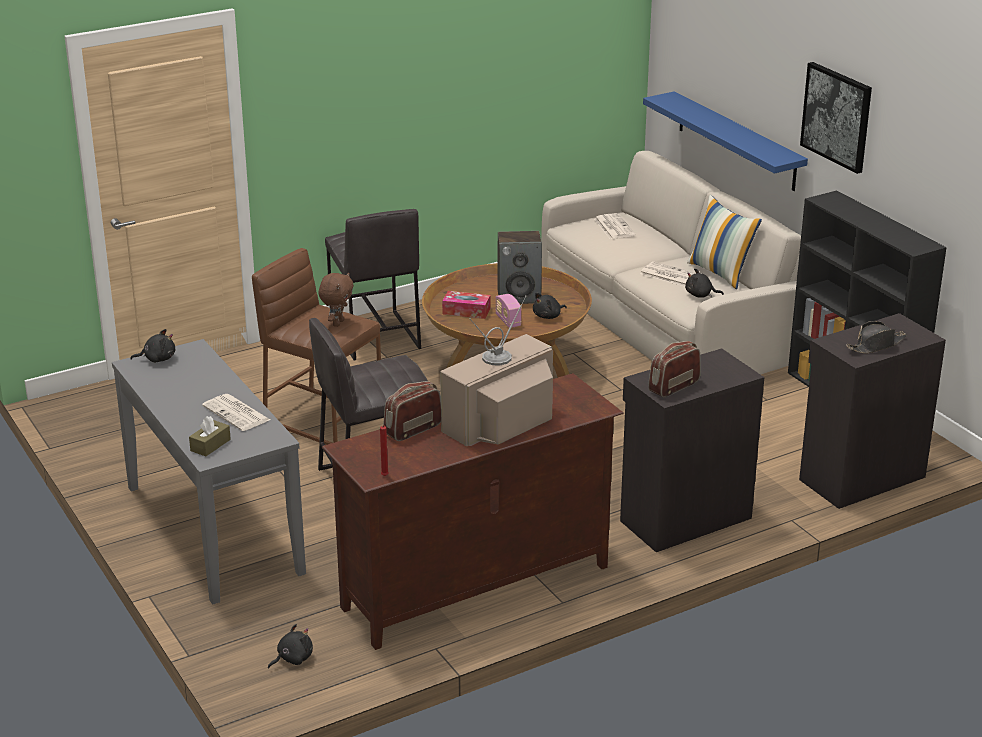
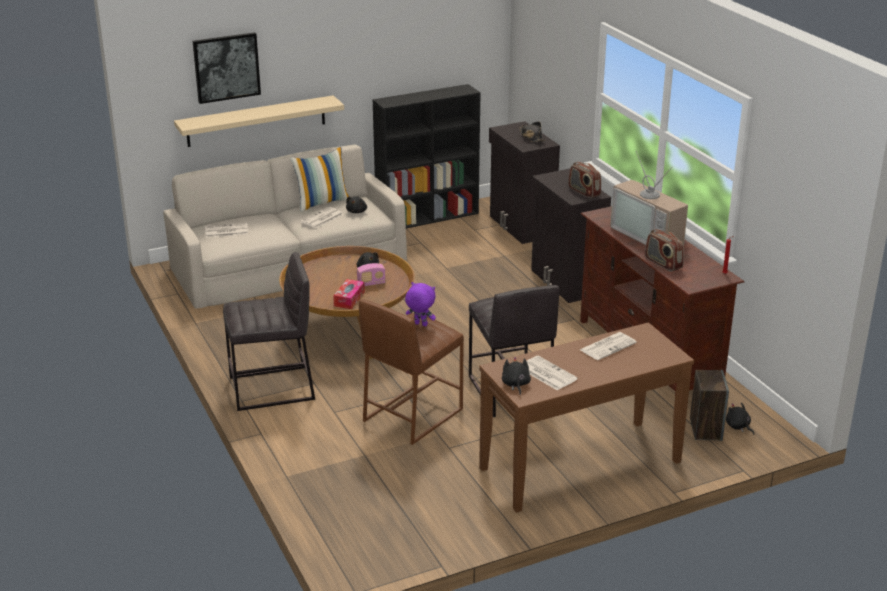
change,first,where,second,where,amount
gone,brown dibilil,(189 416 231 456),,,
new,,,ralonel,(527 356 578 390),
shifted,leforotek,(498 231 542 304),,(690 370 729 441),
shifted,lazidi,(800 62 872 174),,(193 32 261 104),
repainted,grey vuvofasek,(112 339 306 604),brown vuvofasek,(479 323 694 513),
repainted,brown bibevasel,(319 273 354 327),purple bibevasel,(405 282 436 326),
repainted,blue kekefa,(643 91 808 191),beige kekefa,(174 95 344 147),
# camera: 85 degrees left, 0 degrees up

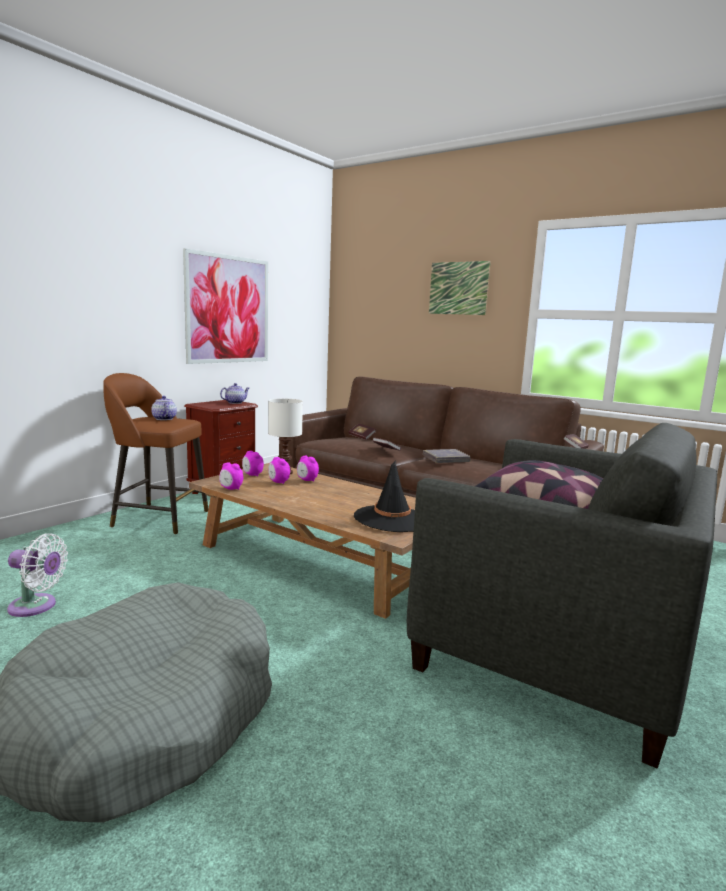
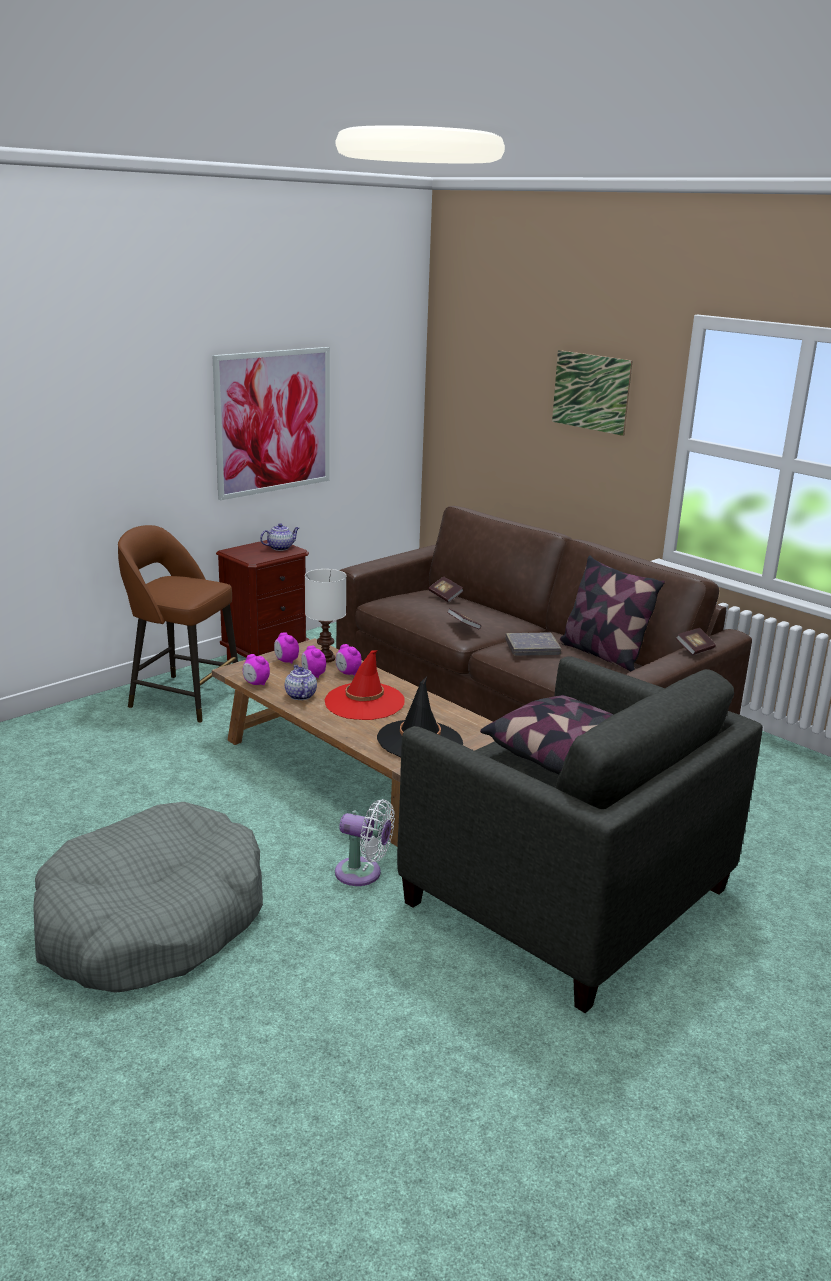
change,first,where,second,where,amount
new,,,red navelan,(325 650 405 720),
new,,,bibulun,(558 555 665 672),
shifted,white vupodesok,(7 533 68 617),,(335 799 395 886),
shifted,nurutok,(151 396 177 420),,(285 665 317 700),
# camera: 10 degrees right, 10 degrees up

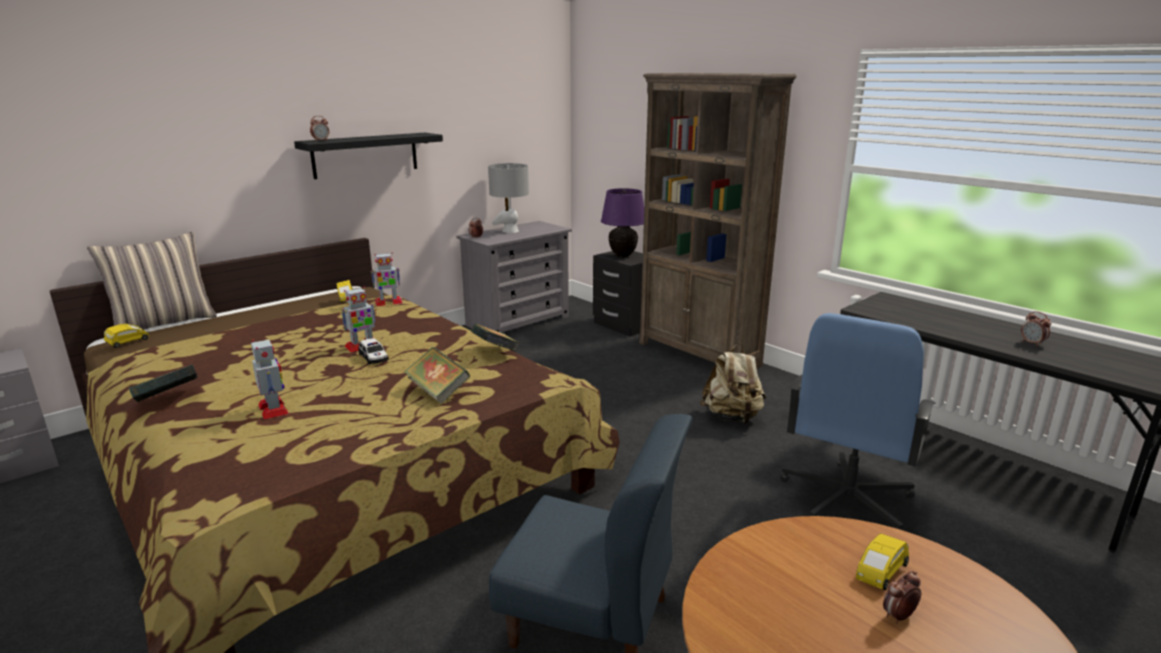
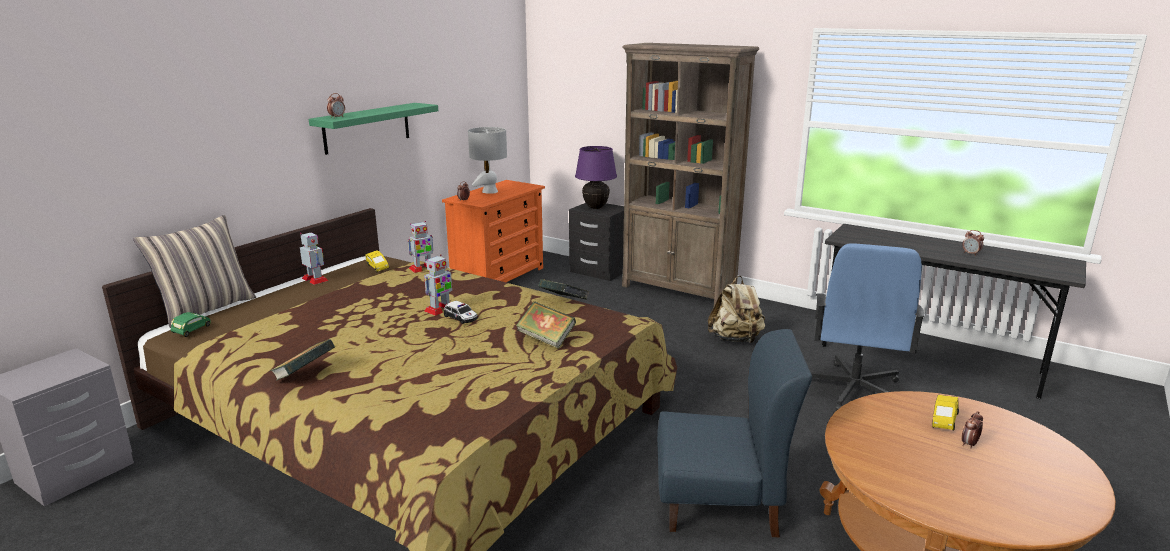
change,first,where,second,where,amount
shifted,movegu,(251 339 289 420),,(300 233 328 285),
repainted,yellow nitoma,(104 324 149 348),green nitoma,(171 312 211 337),
repainted,black kekefa,(294 133 443 179),green kekefa,(309 103 438 155),
repainted,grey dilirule,(456 221 572 333),orange dilirule,(442 180 545 282),
# camera: 15 degrees left, 0 degrees up

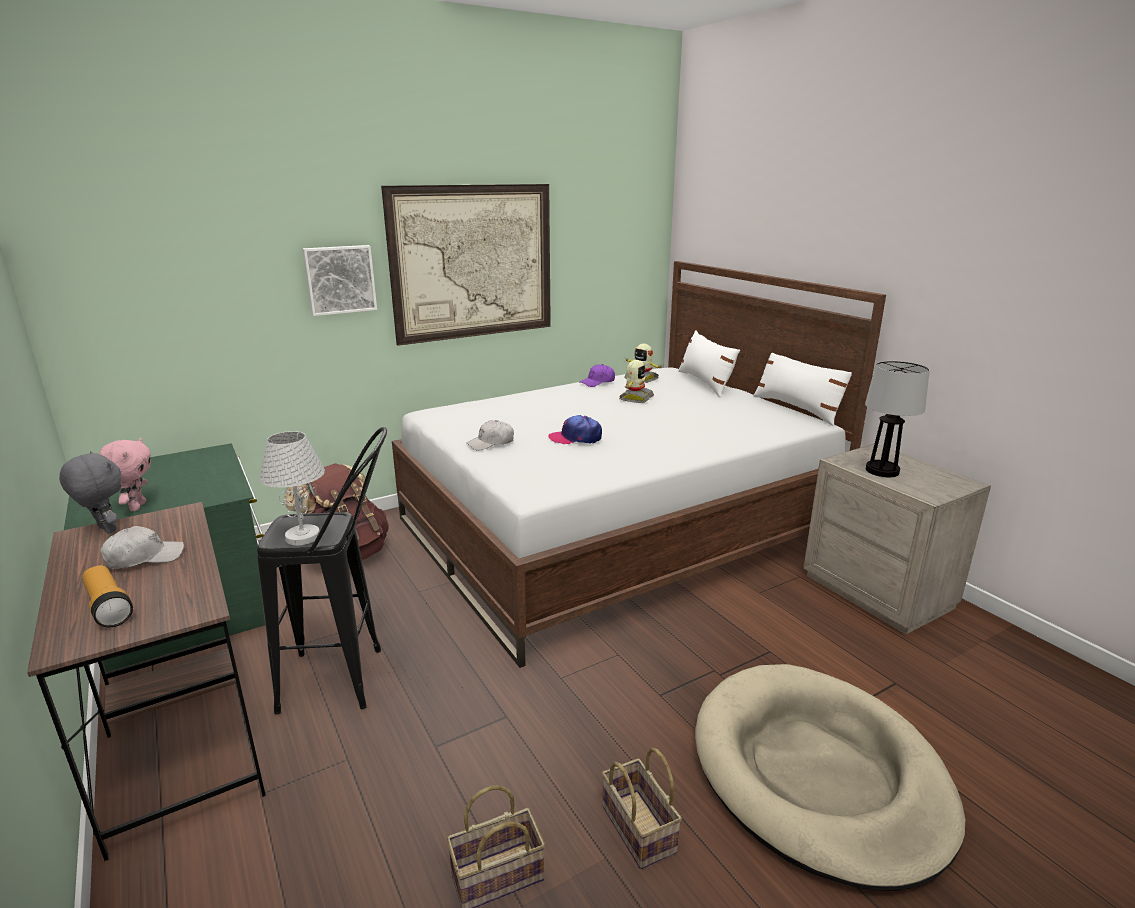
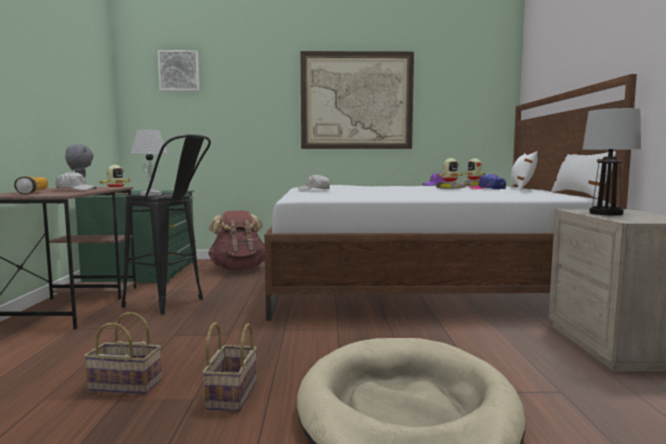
change,first,where,second,where,amount
shifted,lazidi,(302 245 377 316),,(158 50 199 91),
shifted,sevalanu,(548 415 602 444),,(470 174 506 190),
swapped,pink bibevasel,(99 438 151 511),movegu,(98 165 133 196),
# camera: 30 degrees right, 15 degrees down

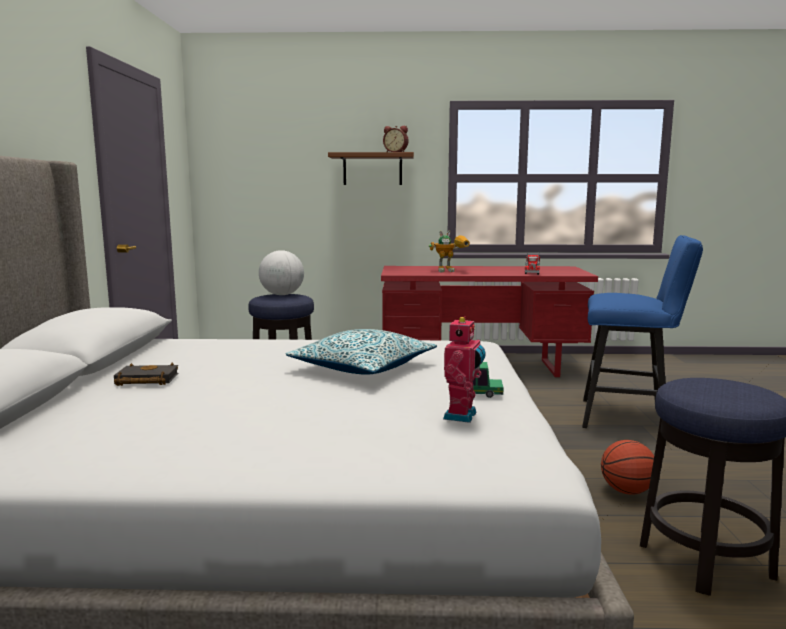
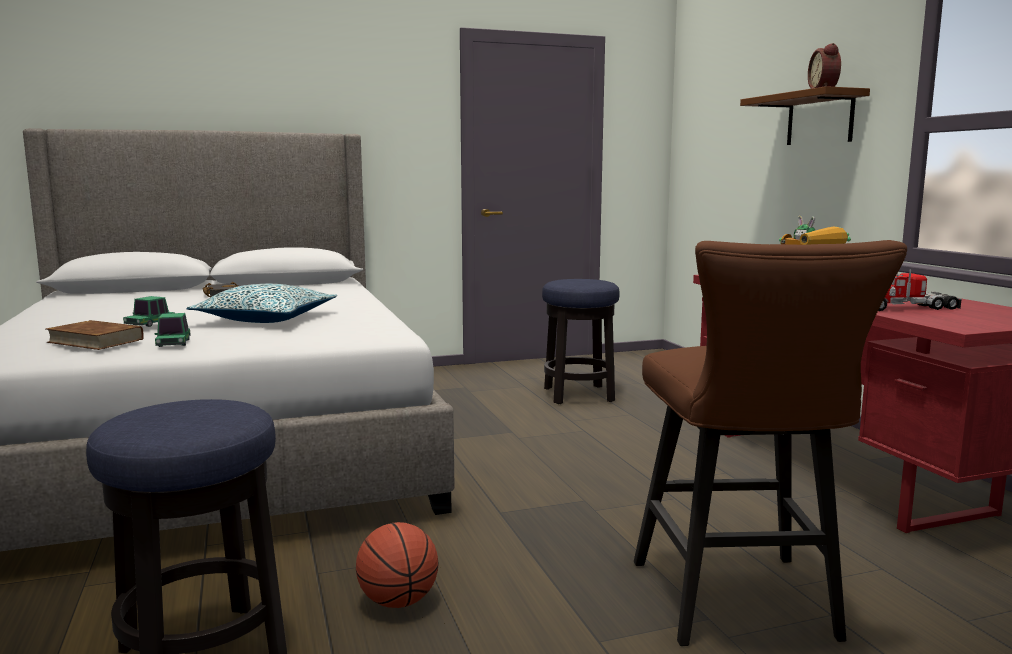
change,first,where,second,where,amount
gone,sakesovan,(259 250 304 295),,,
new,,,nitoma,(123 296 175 327),
swapped,movegu,(443 316 485 423),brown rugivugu,(46 320 144 350),
repainted,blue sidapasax,(582 235 703 428),brown sidapasax,(634 240 907 646),
# camera: 70 degrees right, 0 degrees up

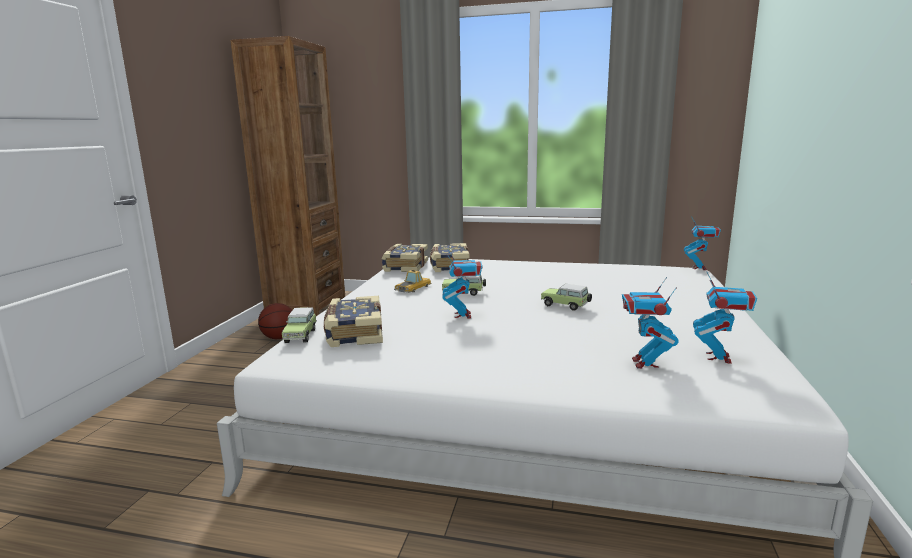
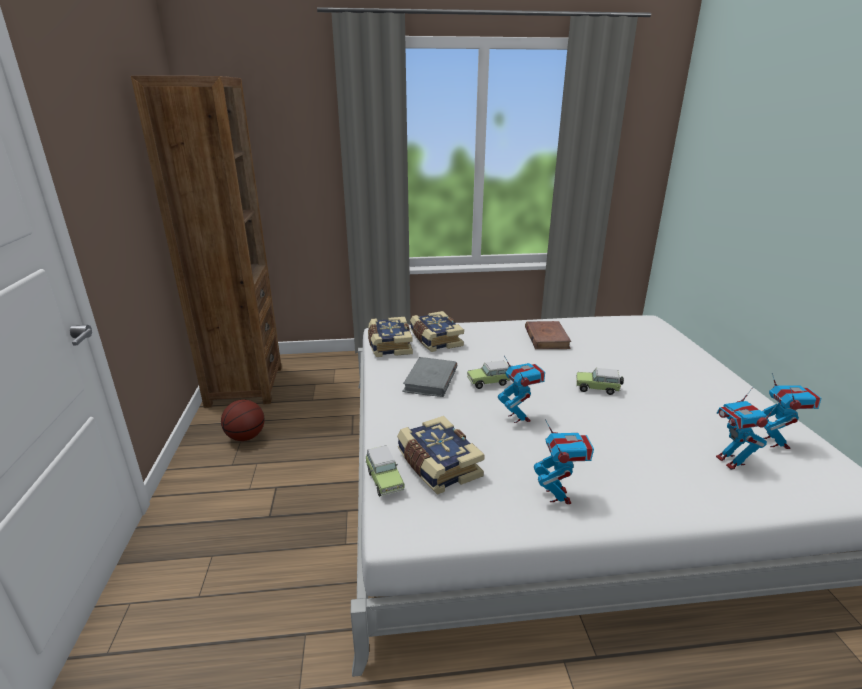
change,first,where,second,where,amount
new,,,brown rugivugu,(525 321 572 349),
shifted,movegu,(684 218 721 270),,(534 419 594 504),
swapped,nitoma,(394 270 431 293),grey rugivugu,(402 357 457 397),
# camera: 20 degrees left, 10 degrees up

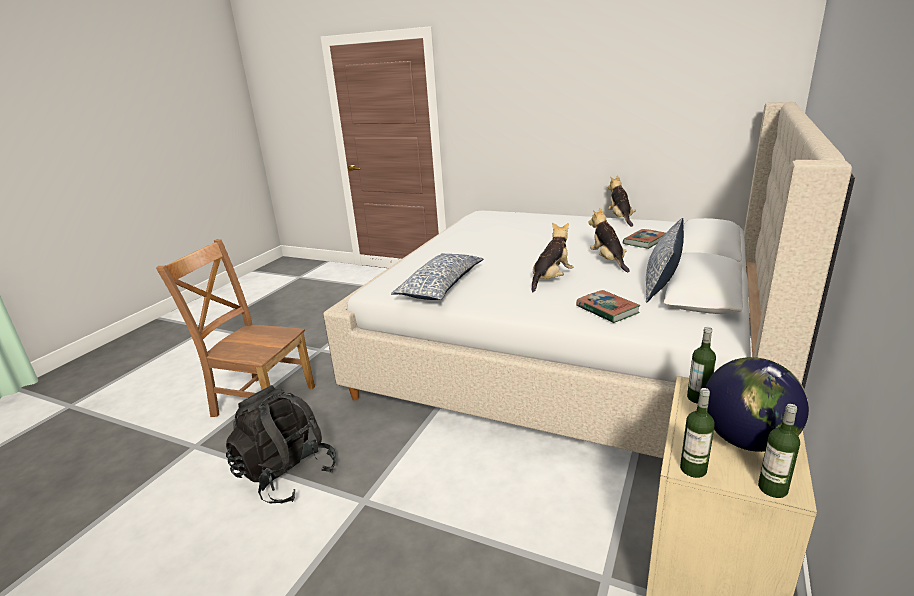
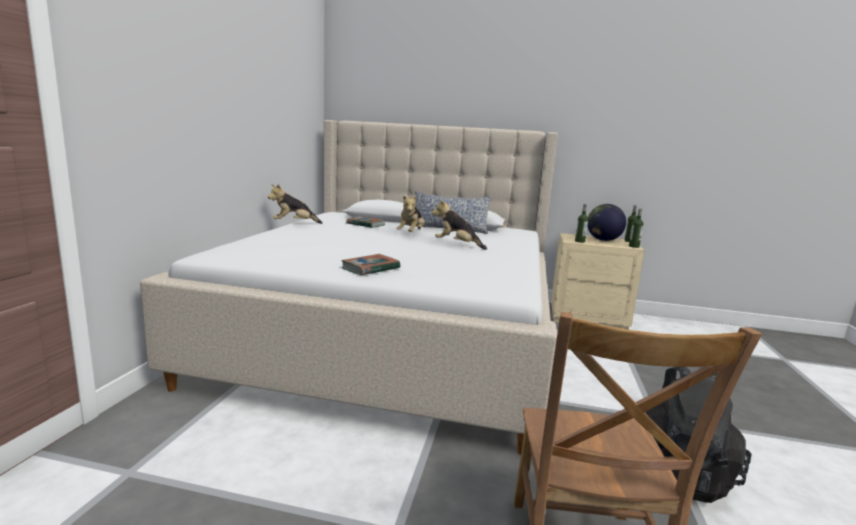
change,first,where,second,where,amount
gone,bibulun,(391 253 483 300),,,
shifted,rugivugu,(576 290 641 323),,(341 254 400 275),
rotated,bibevasel,(588 208 630 272),,(396 195 425 232),45 degrees counterclockwise
# camera: 105 degrees left, 10 degrees down

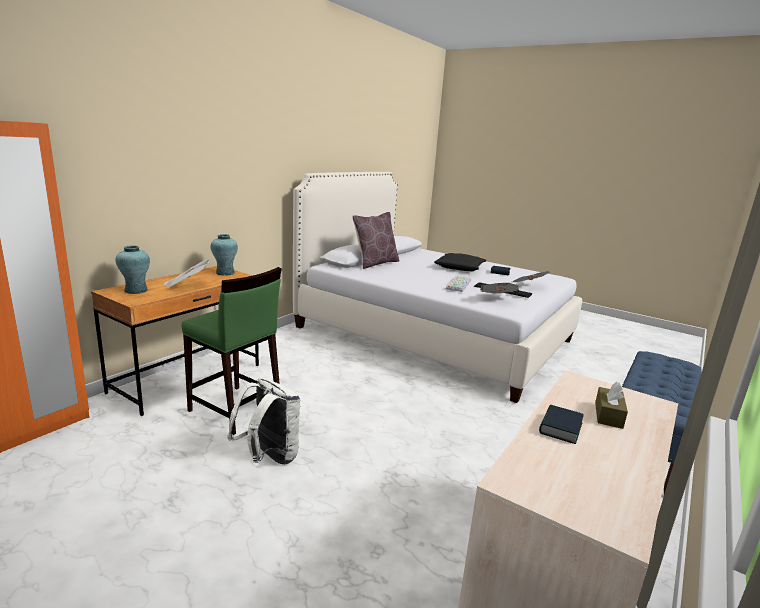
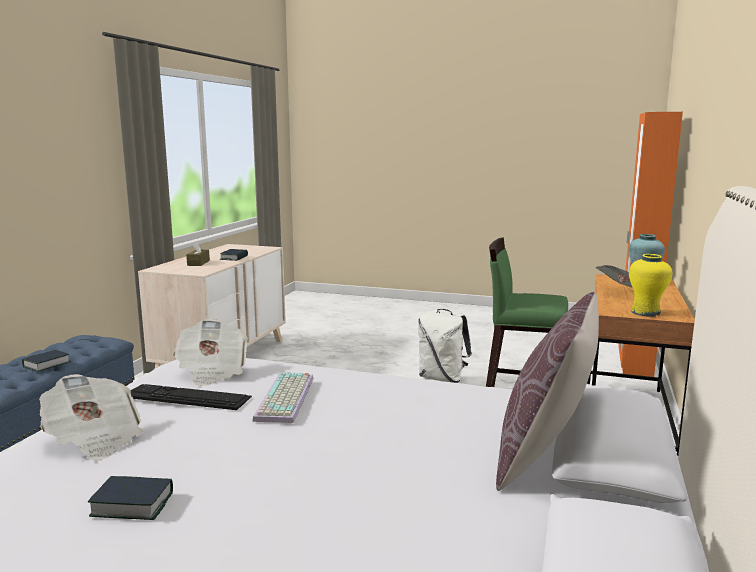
change,first,where,second,where,amount
gone,black bibulun,(434 253 486 271),,,
new,,,rugivugu,(22 350 71 372),
repainted,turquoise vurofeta,(210 234 238 276),yellow vurofeta,(629 254 672 317),
# camera: 165 degrees right, 5 degrees down

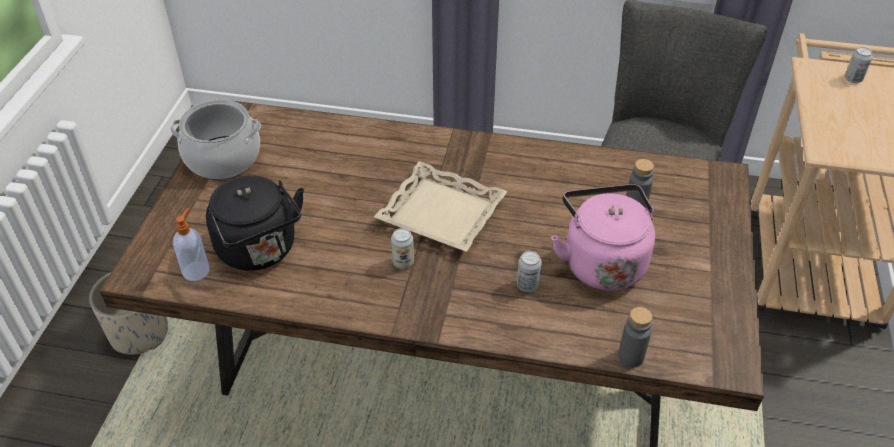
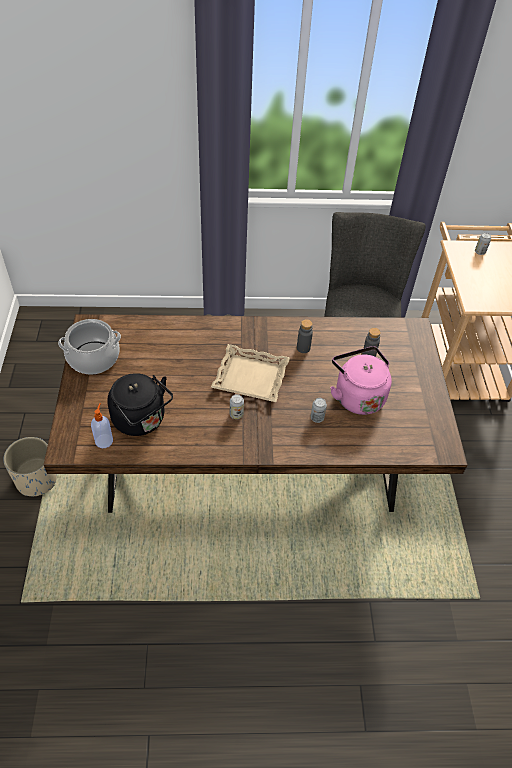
change,first,where,second,where,amount
shifted,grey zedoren,(618 307 652 368),,(297 319 313 353),
# camera: 15 degrees left, 5 degrees up

